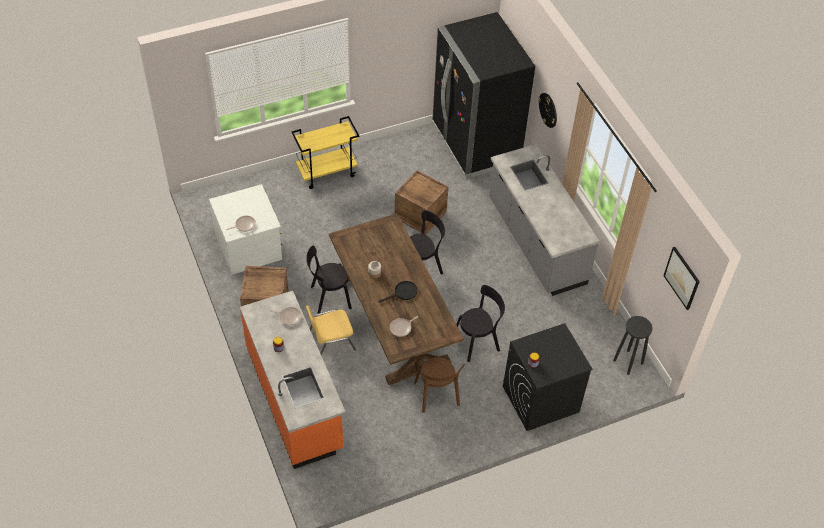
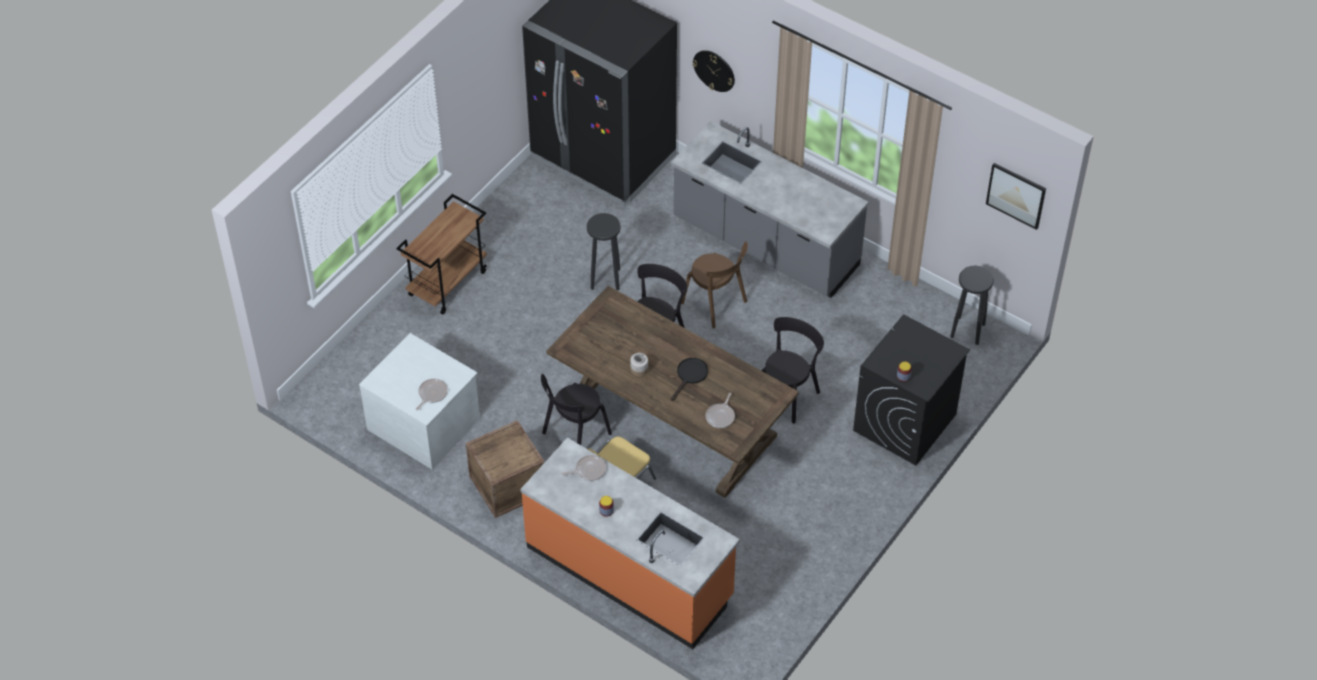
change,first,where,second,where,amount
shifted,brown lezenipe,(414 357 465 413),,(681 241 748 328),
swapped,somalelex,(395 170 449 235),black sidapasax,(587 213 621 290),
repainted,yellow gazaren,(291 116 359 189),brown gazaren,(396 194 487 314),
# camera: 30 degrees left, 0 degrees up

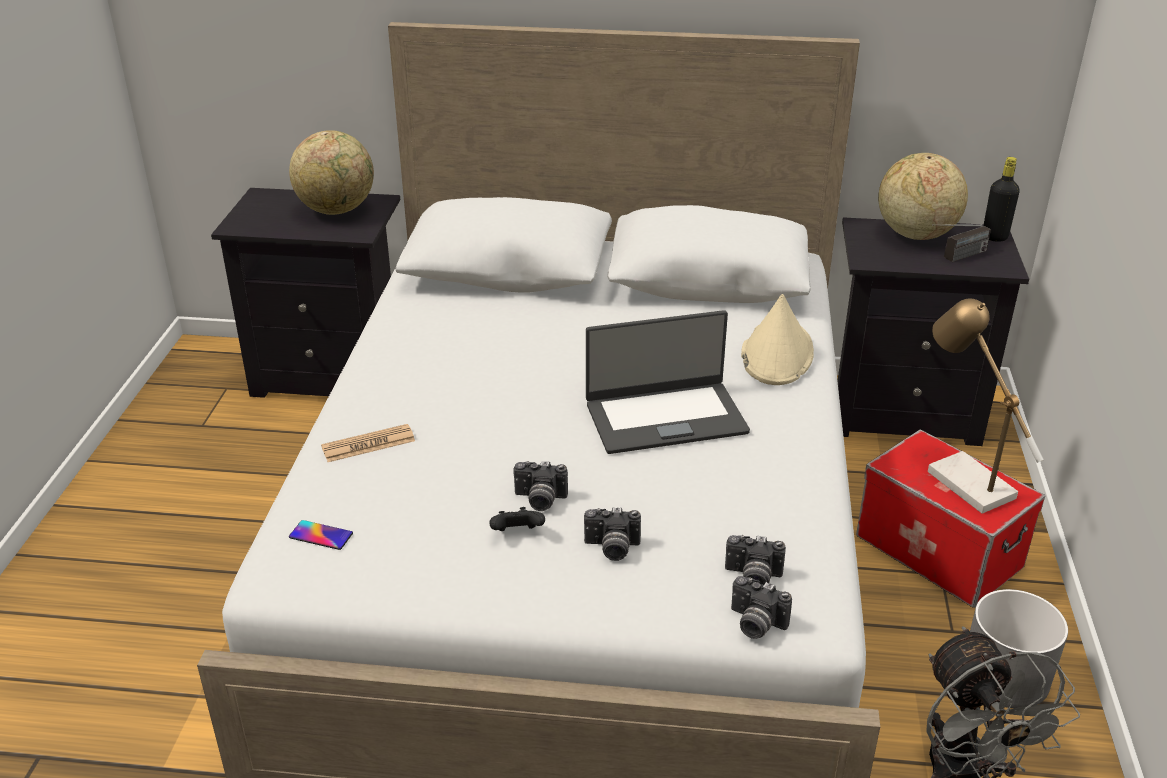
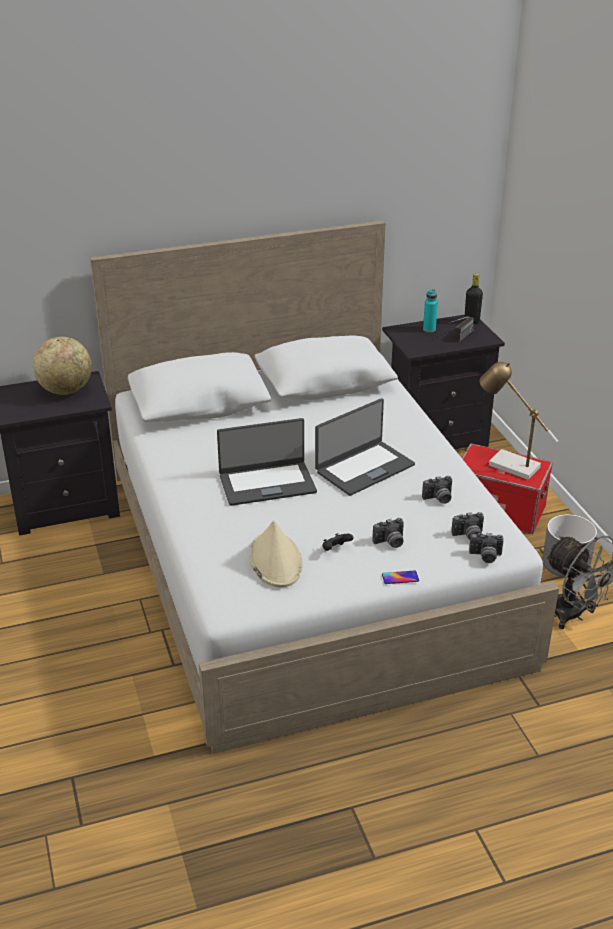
change,first,where,second,where,amount
gone,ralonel,(321 424 415 462),,,
new,,,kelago,(217 418 317 506),
shifted,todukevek,(289 520 353 550),,(382 570 419 584),
shifted,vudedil,(513 461 568 511),,(422 476 452 504),
shifted,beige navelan,(741 294 814 385),,(249 520 303 588),
swapped,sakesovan,(878 153 968 240),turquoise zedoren,(423 289 438 332),
# camera: 25 degrees left, 0 degrees up

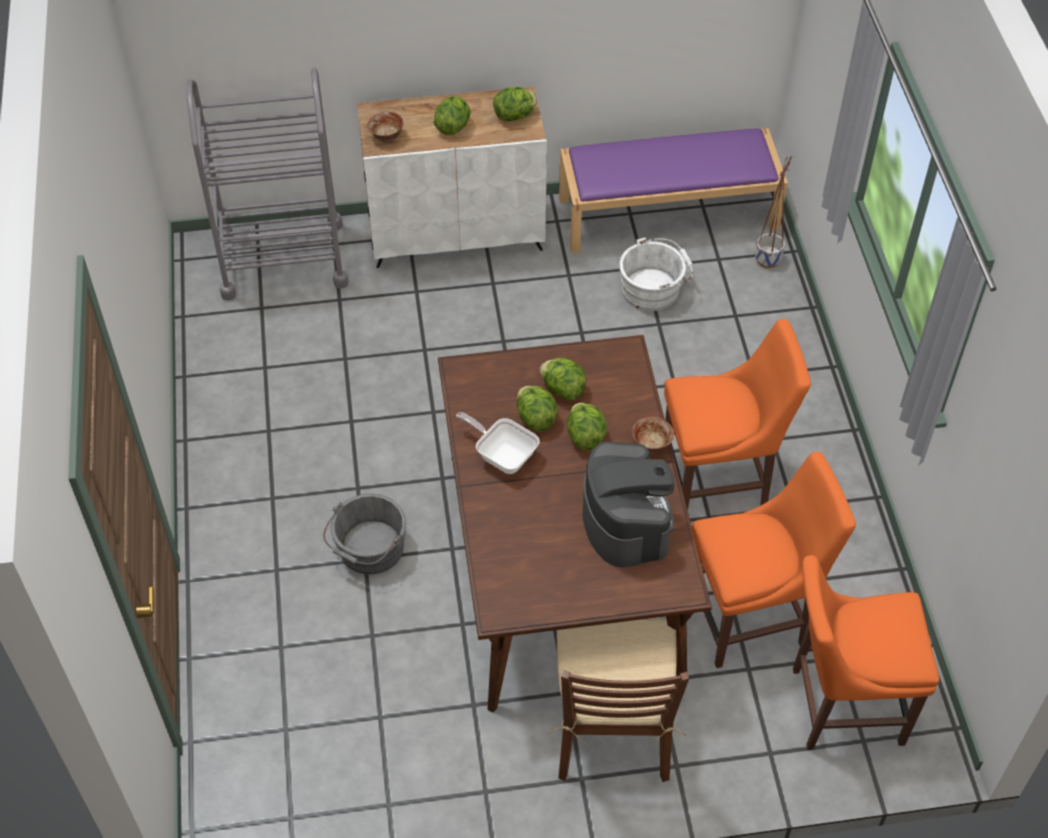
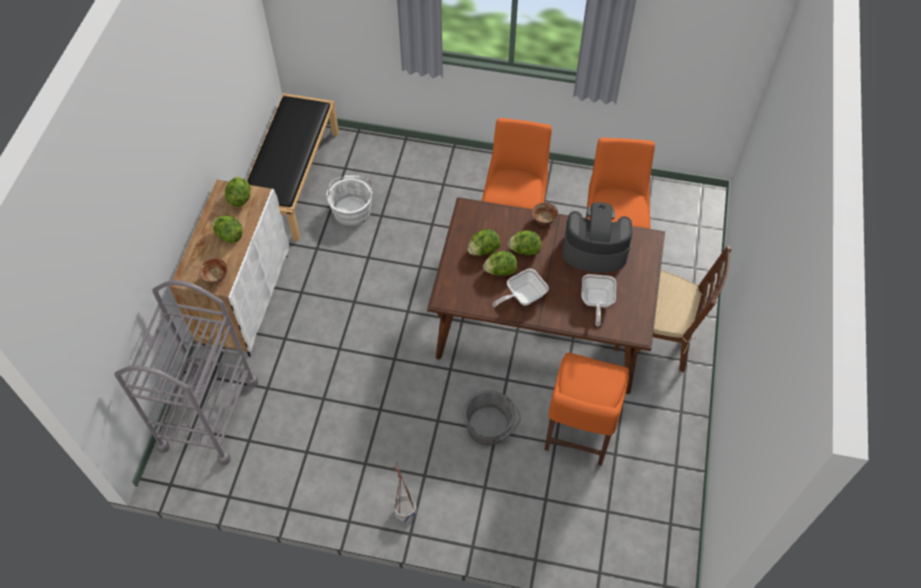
change,first,where,second,where,amount
new,,,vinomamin,(582 274 616 326),
shifted,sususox,(755 156 792 268),,(393 462 417 522),
shifted,orange lezenipe,(793 555 939 750),,(544 353 629 466),
repainted,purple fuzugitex,(559 128 788 253),black fuzugitex,(246 93 339 241),
# camera: 70 degrees left, 5 degrees up

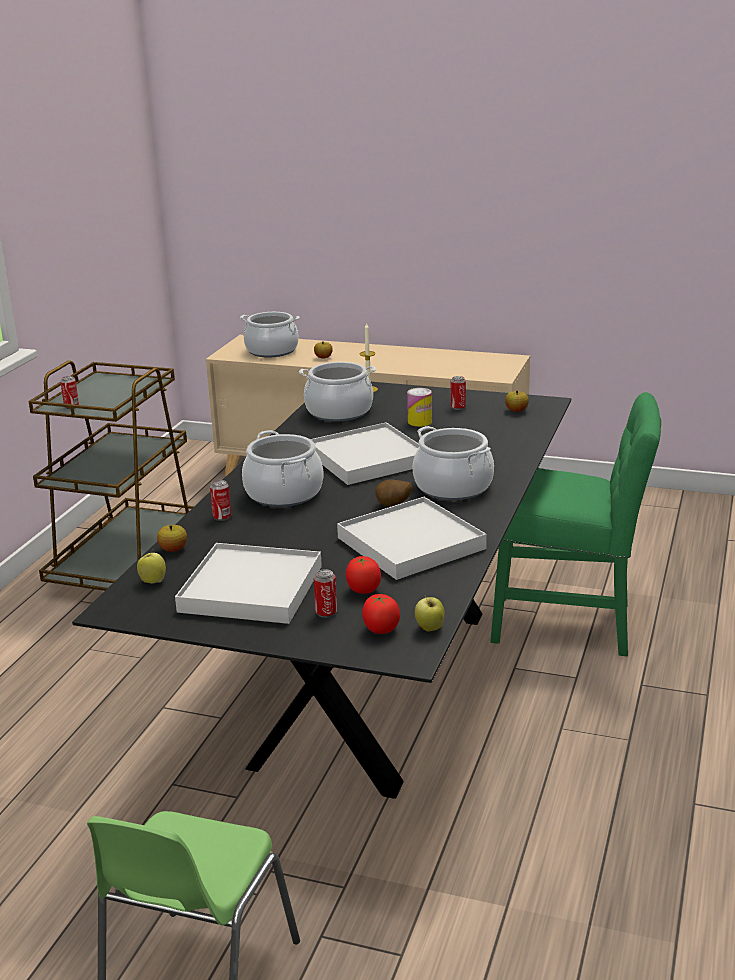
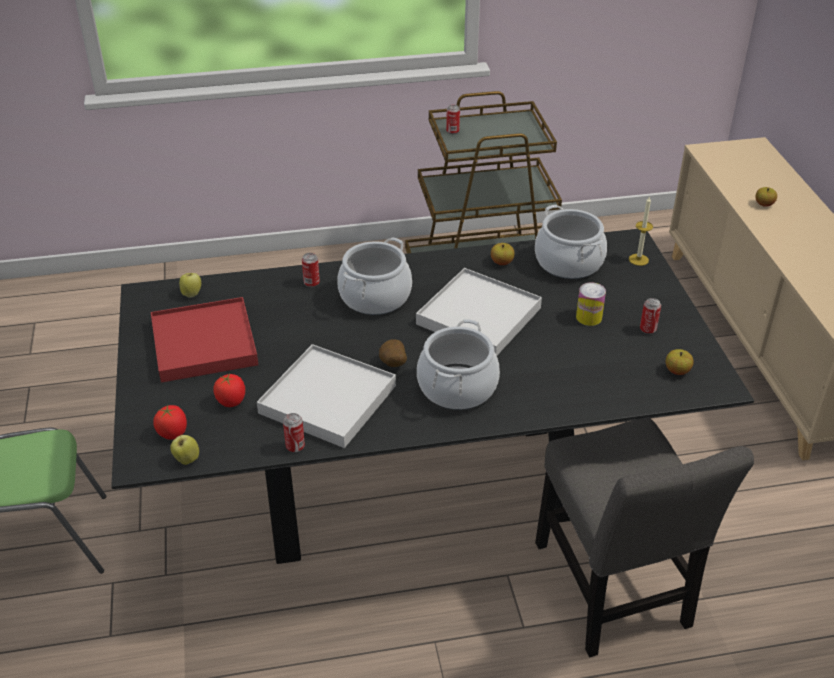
change,first,where,second,where,amount
gone,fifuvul,(240 312 300 357),,,
shifted,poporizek,(157 525 187 552),,(491 243 515 265),
shifted,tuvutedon,(314 569 337 618),,(283 413 305 453),
repainted,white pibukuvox,(175 543 322 624),red pibukuvox,(151 297 258 383),
repainted,green lezenipe,(490 392 661 656),grey lezenipe,(535 418 754 658),
# camera: 60 degrees right, 15 degrees up

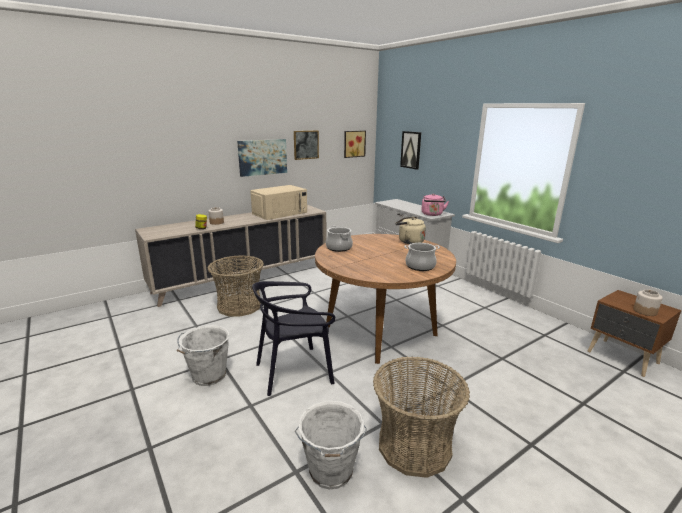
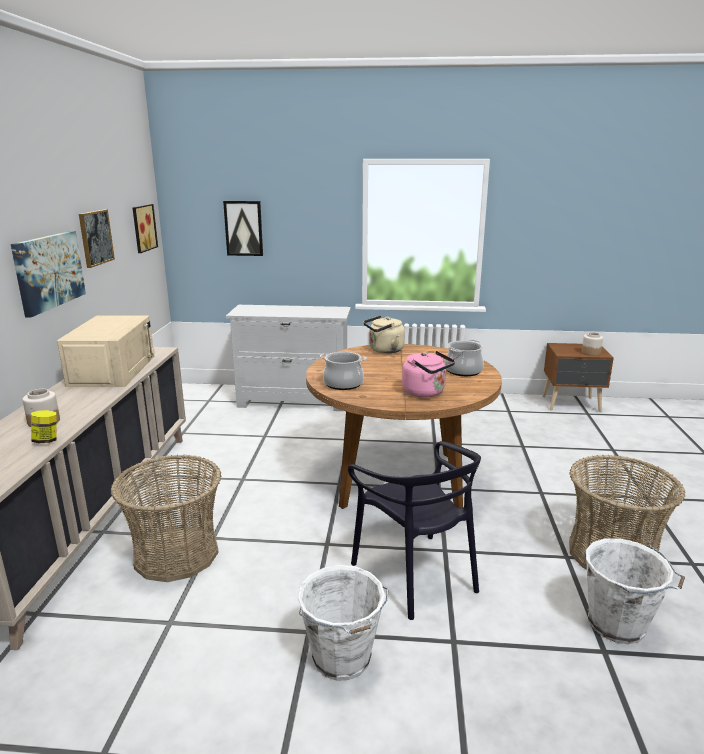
change,first,where,second,where,amount
shifted,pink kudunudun,(421 194 449 216),,(402 351 455 397),
rotated,black lezenipe,(252 281 336 396),,(348 441 481 620),45 degrees counterclockwise
# camera: 50 degrees left, 0 degrees up

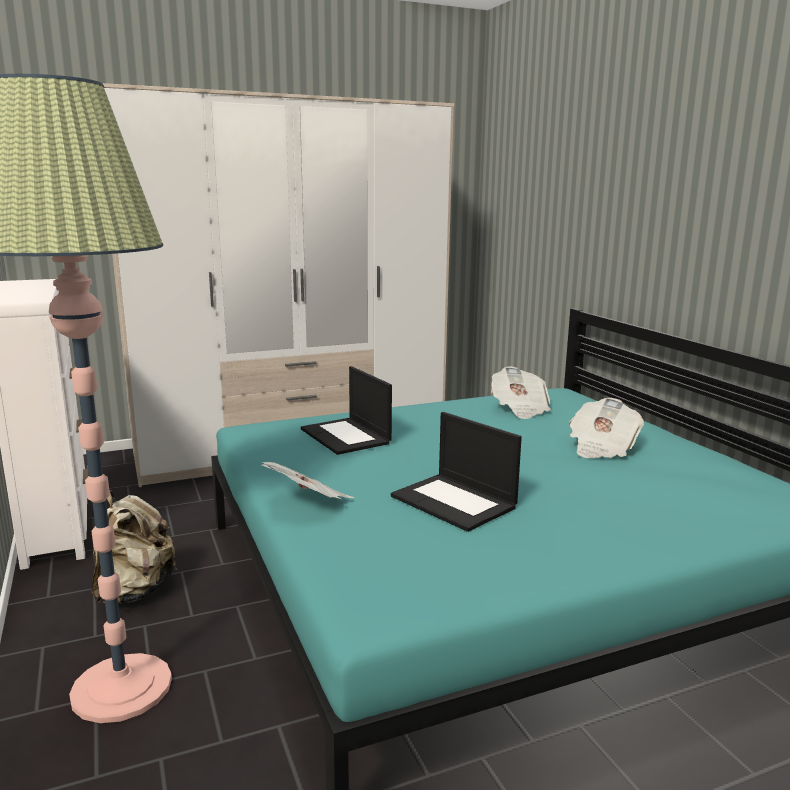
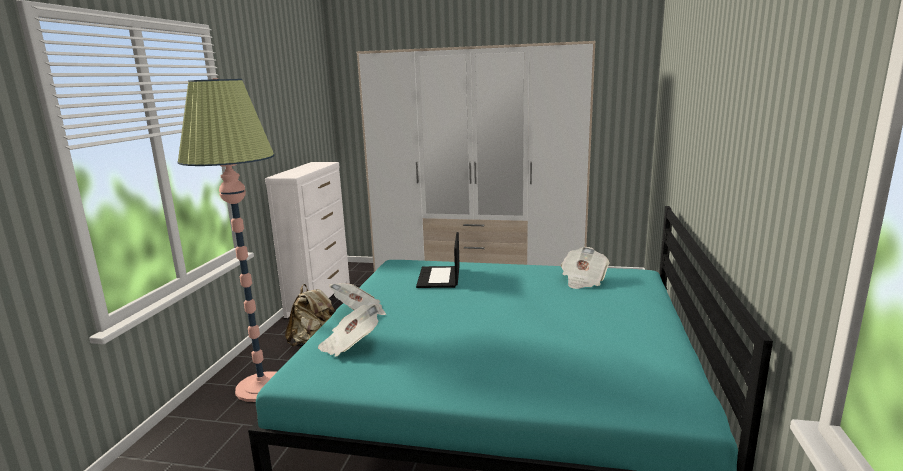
change,first,where,second,where,amount
gone,kelago,(391 412 522 532),,,
shifted,ralonel,(569 398 644 458),,(318 304 380 357),
# camera: 35 degrees right, 0 degrees up

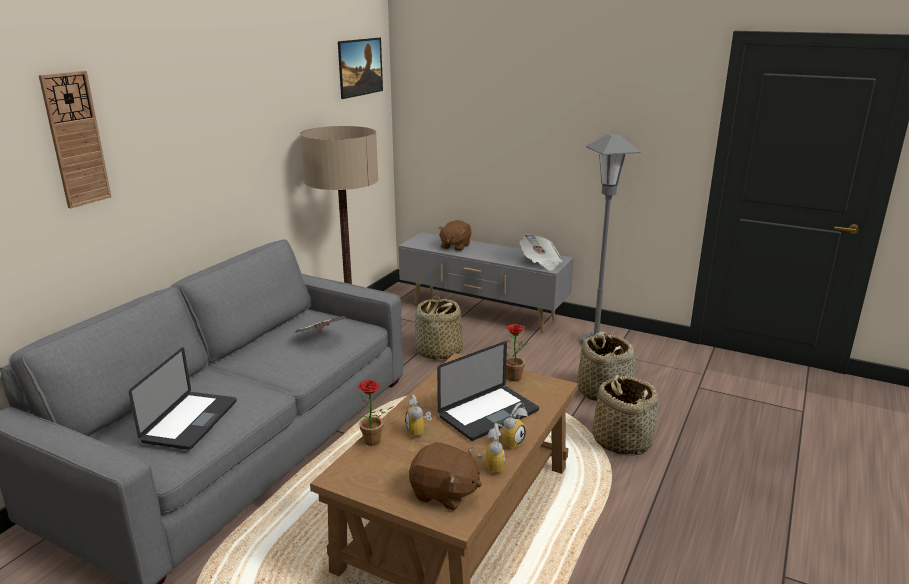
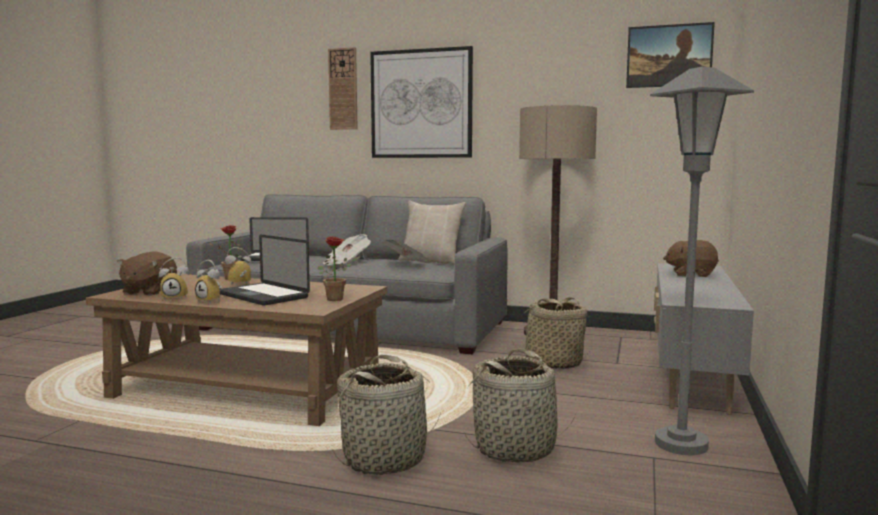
change,first,where,second,where,amount
new,,,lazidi,(370 46 473 158),
new,,,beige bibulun,(399 201 466 264),
shifted,ralonel,(520 234 562 270),,(323 234 371 265),
# camera: 80 degrees right, 15 degrees down

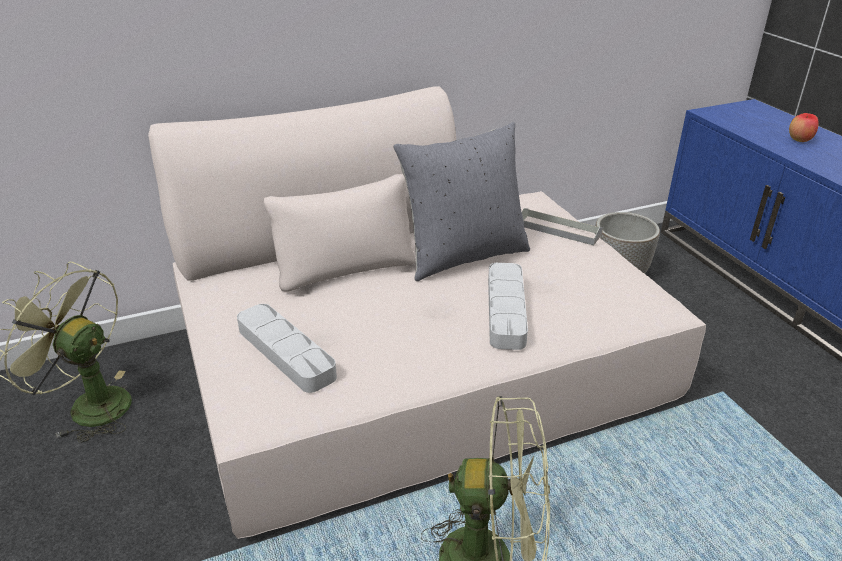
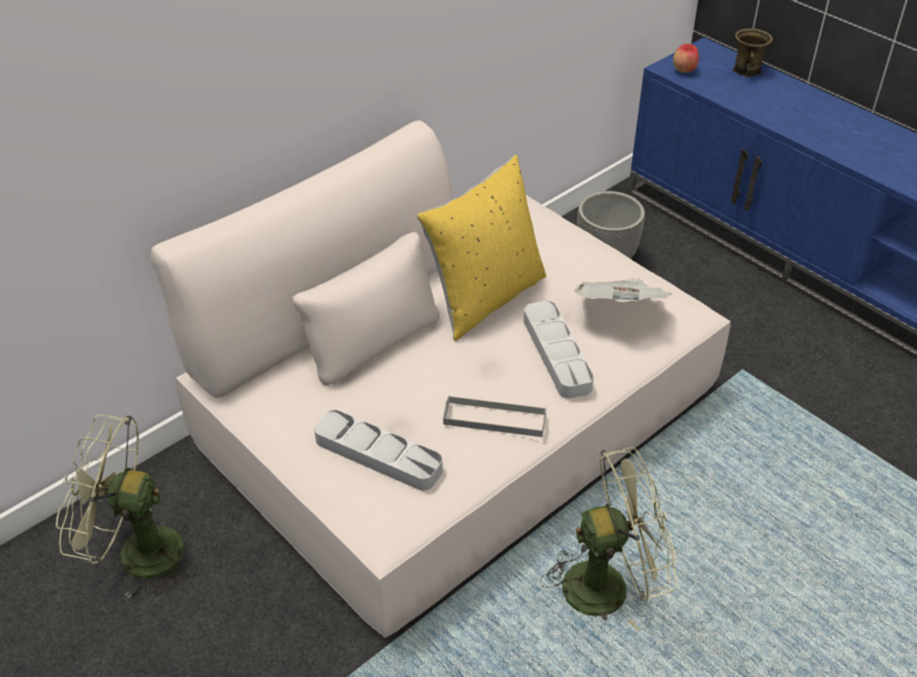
change,first,where,second,where,amount
new,,,ralonel,(574 278 672 302),
new,,,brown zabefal,(732 29 773 77),
shifted,grey pibukuvox,(522 208 603 245),,(443 395 546 437),
shifted,poporizek,(789 113 818 142),,(673 44 699 73),
repainted,grey bibulun,(393 122 530 281),yellow bibulun,(417 155 546 341),
# camera: 20 degrees left, 10 degrees up

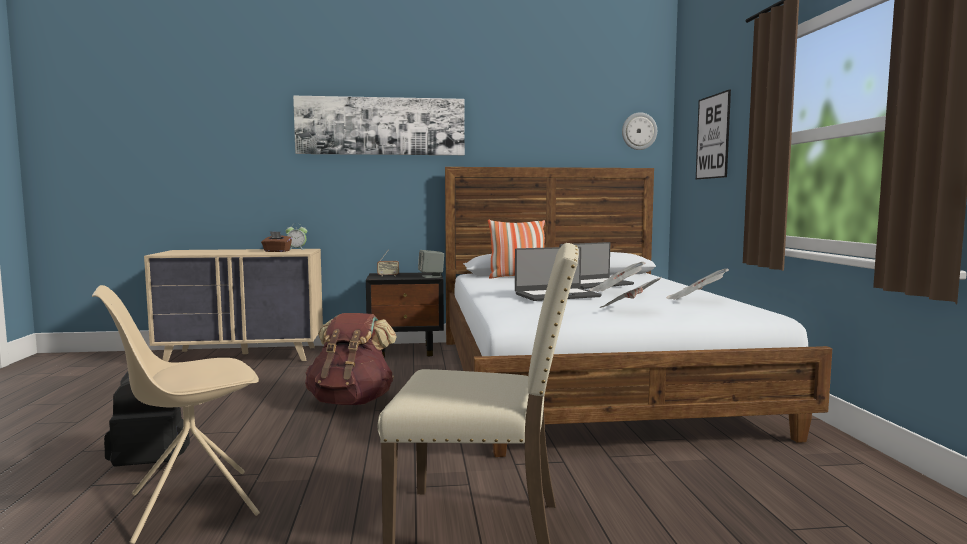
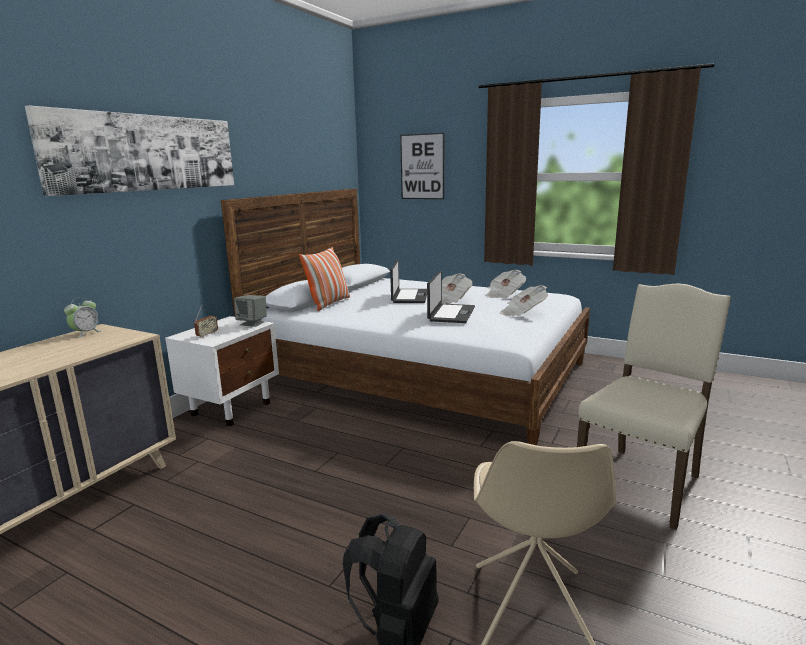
change,first,where,second,where,amount
gone,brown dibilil,(261 231 292 252),,,
gone,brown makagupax,(305 313 397 405),,,
gone,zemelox,(622 112 657 150),,,
repainted,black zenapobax,(366 273 444 357),white zenapobax,(165 316 279 426),
# camera: 55 degrees left, 10 degrees up

